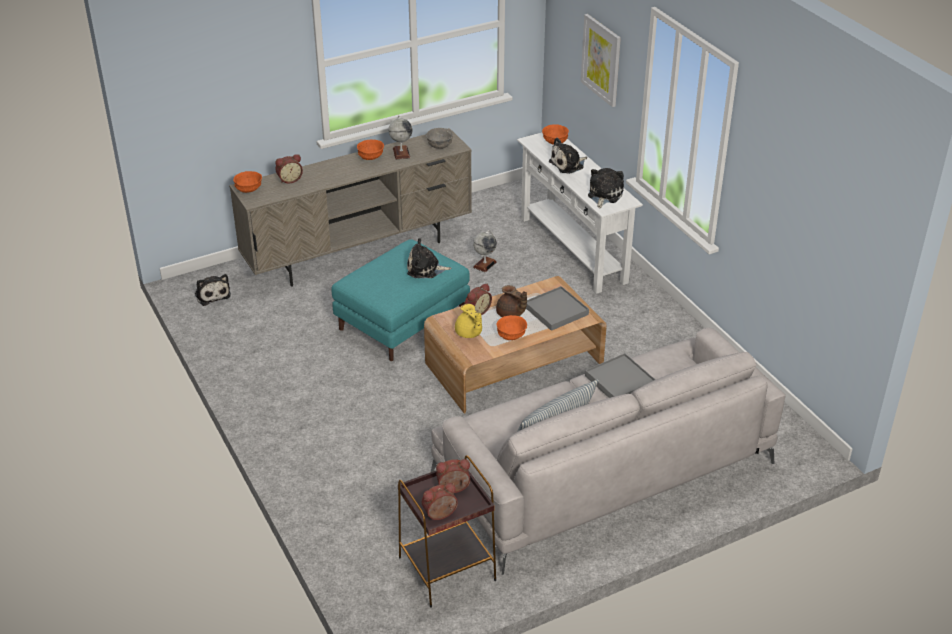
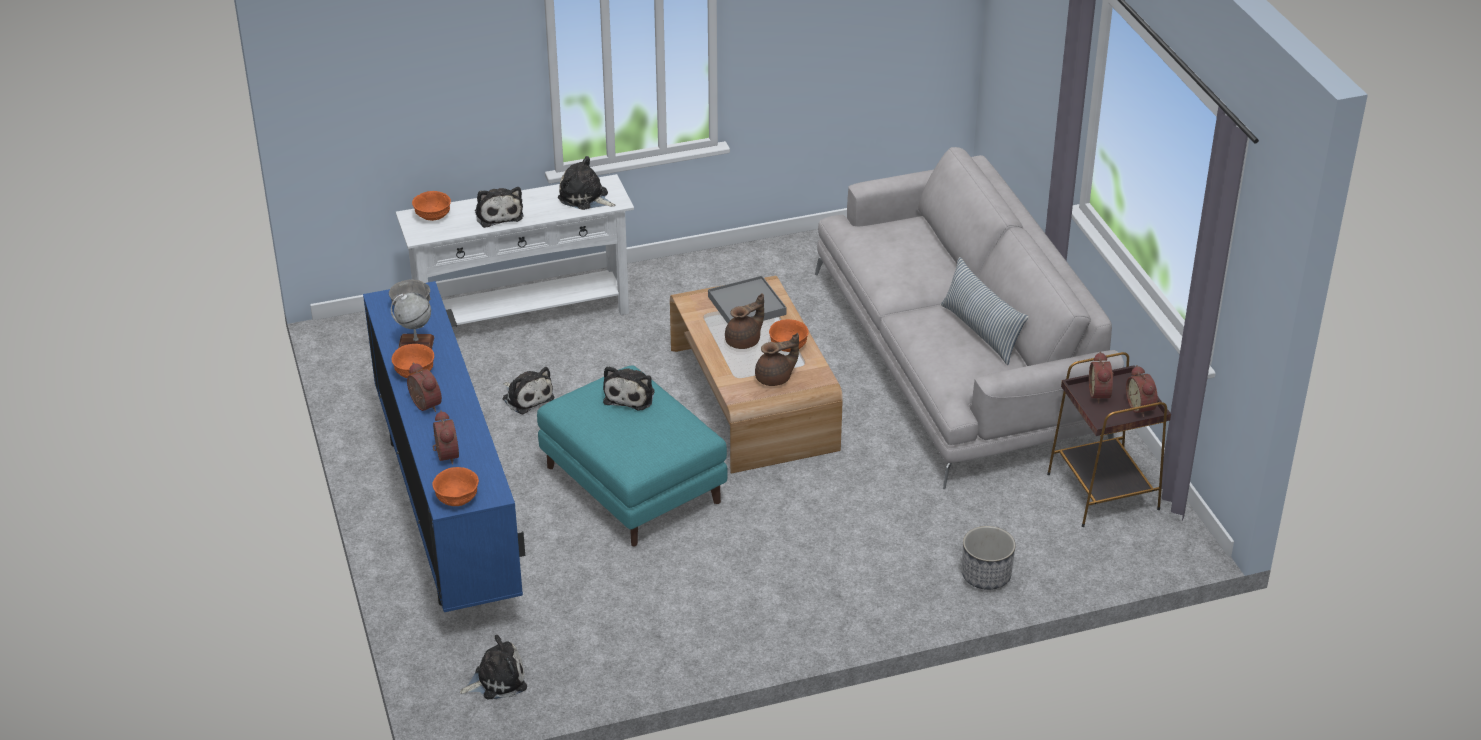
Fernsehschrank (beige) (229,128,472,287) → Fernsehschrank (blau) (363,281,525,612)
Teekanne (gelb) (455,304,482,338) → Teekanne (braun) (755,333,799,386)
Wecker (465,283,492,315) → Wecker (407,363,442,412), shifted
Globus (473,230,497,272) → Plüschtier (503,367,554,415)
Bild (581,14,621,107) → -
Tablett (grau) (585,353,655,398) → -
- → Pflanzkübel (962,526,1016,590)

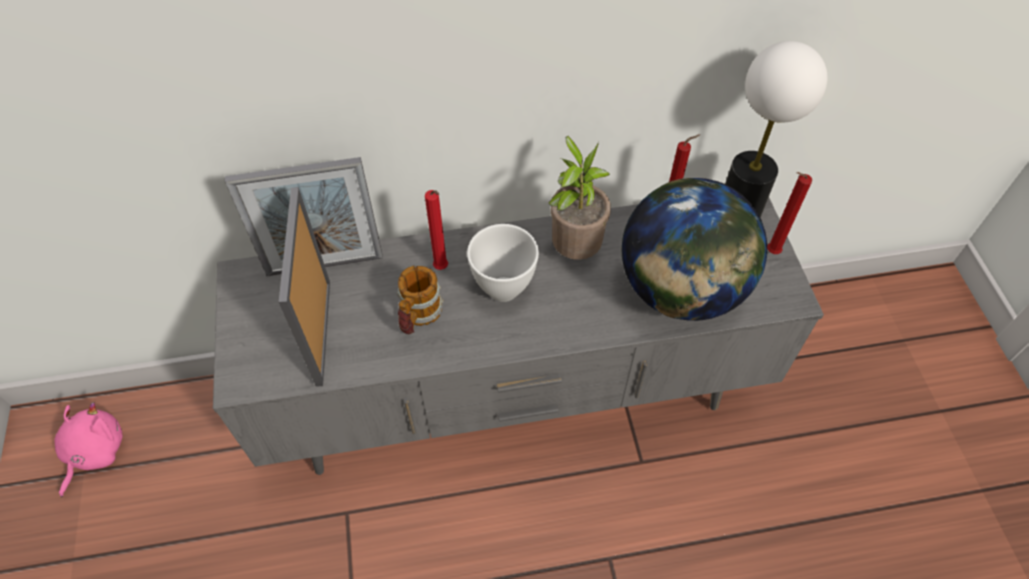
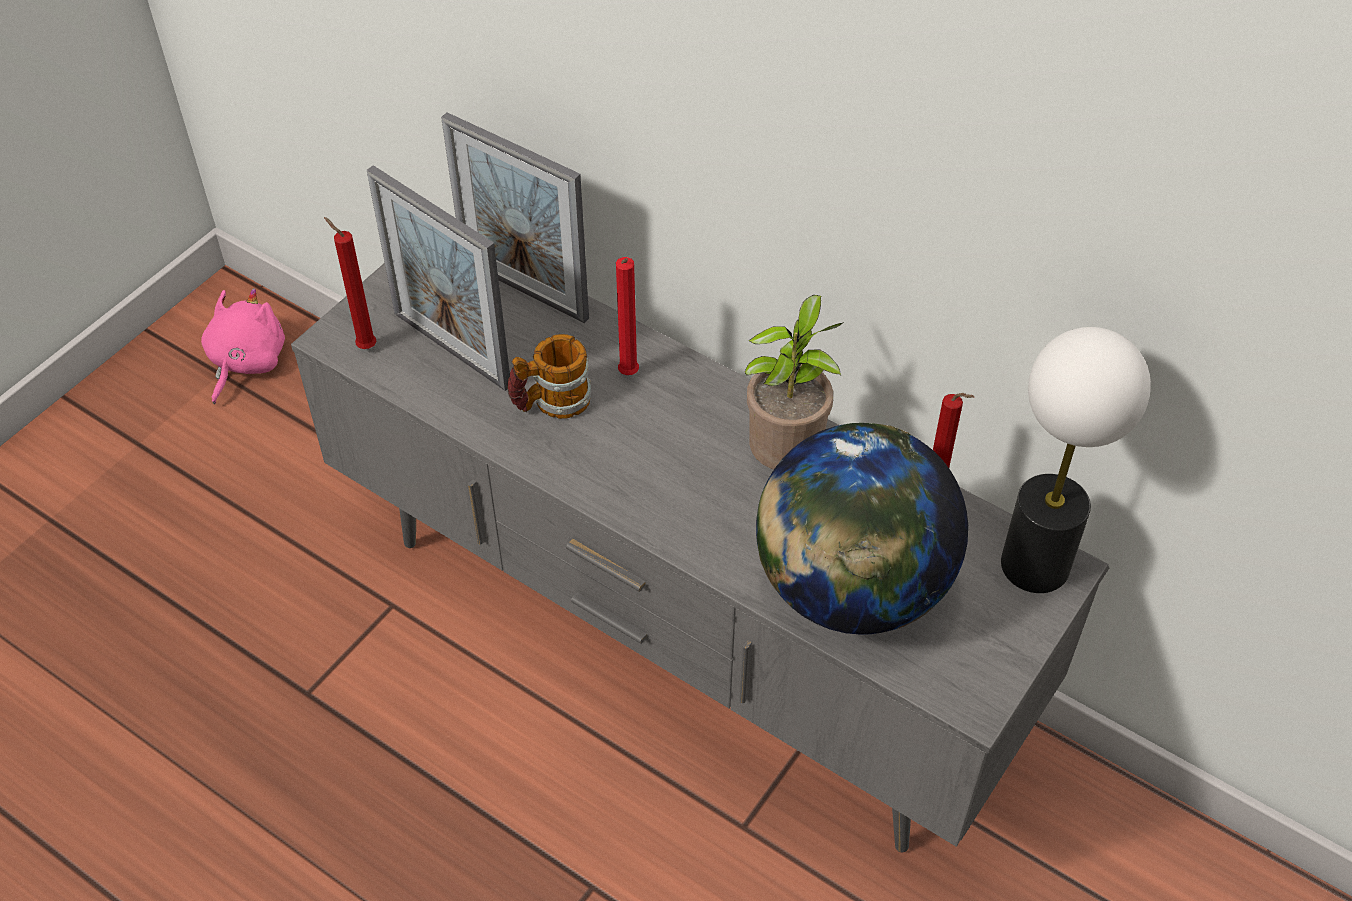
Plüschtier (rosa) (54,402,122,497) → Plüschtier (rosa) (201,288,285,404), 45 degrees counterclockwise
Bilderrahmen (279,187,330,387) → Bilderrahmen (367,165,510,391), 90 degrees counterclockwise
Schüssel (weiß) (467,224,539,302) → -
Kerze (rot) (767,172,812,254) → Kerze (rot) (324,217,376,349), shifted

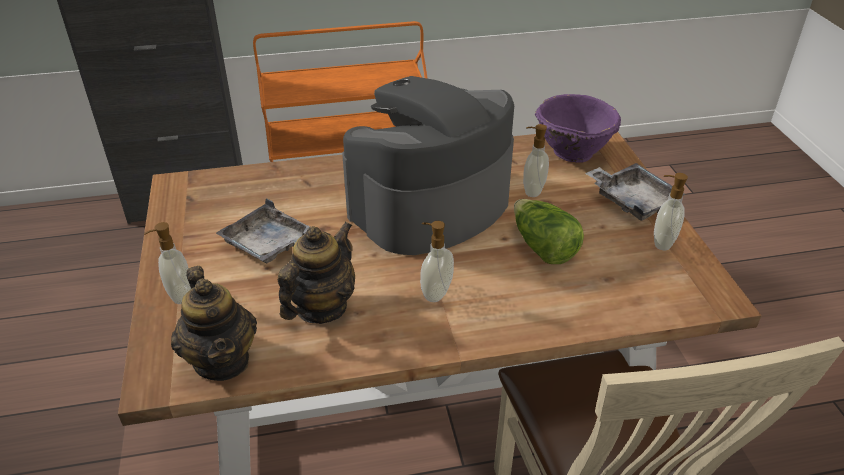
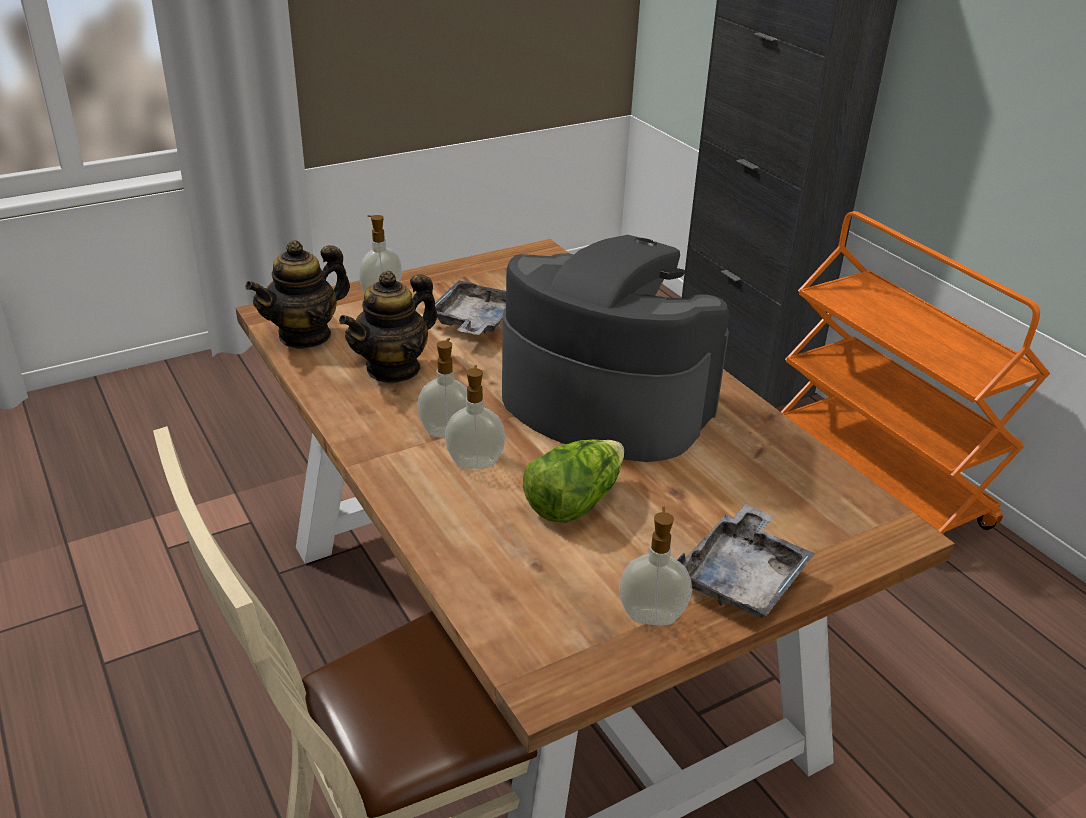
Teekanne (278,222,355,324) → Teekanne (339,270,437,384), 120 degrees clockwise
Seifenspender (523,124,549,197) → Seifenspender (445,365,506,469), shifted
Schüssel (lila) (535,94,621,163) → -

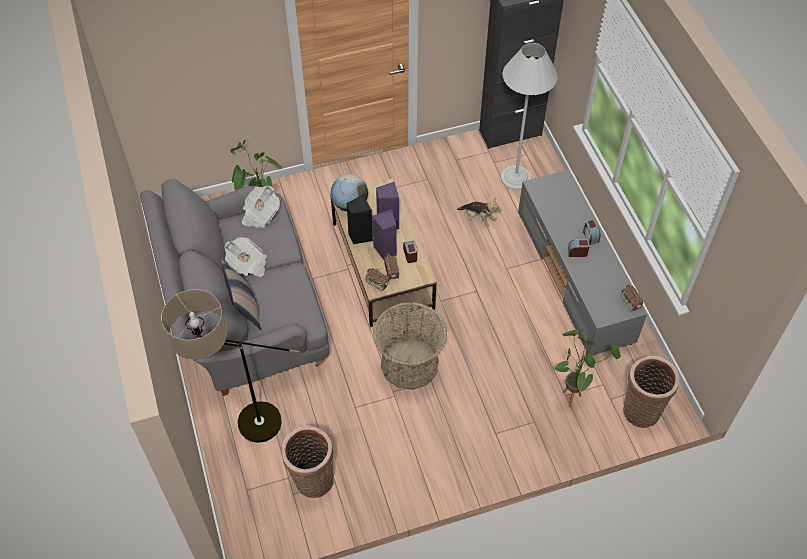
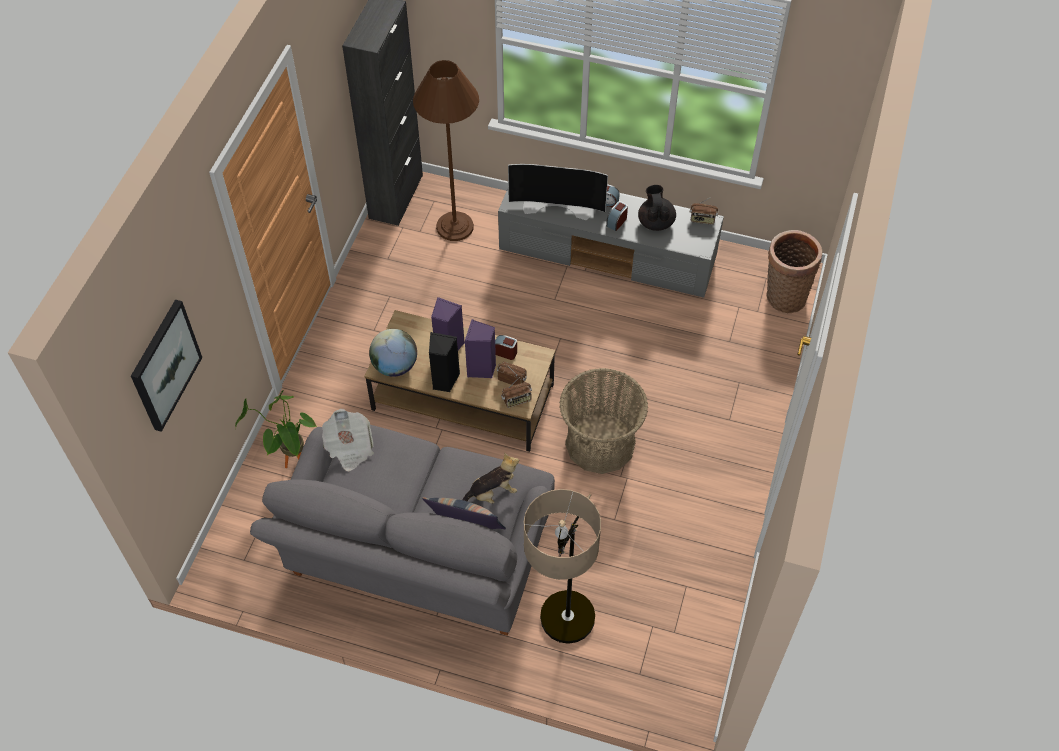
Zeitung (225,237,267,277) → -
Korb (282,426,334,498) → -
Plüschtier (457,198,502,227) → Plüschtier (462,453,519,504), shifted
Stehlampe (weiß) (501,42,558,190) → Stehlampe (braun) (413,60,479,241)
Topfpflanze (553,330,621,407) → -
- → Bild (131,300,202,432)
- → Fernseher (508,164,608,220)
- → Teekanne (schwarz) (638,185,676,231)

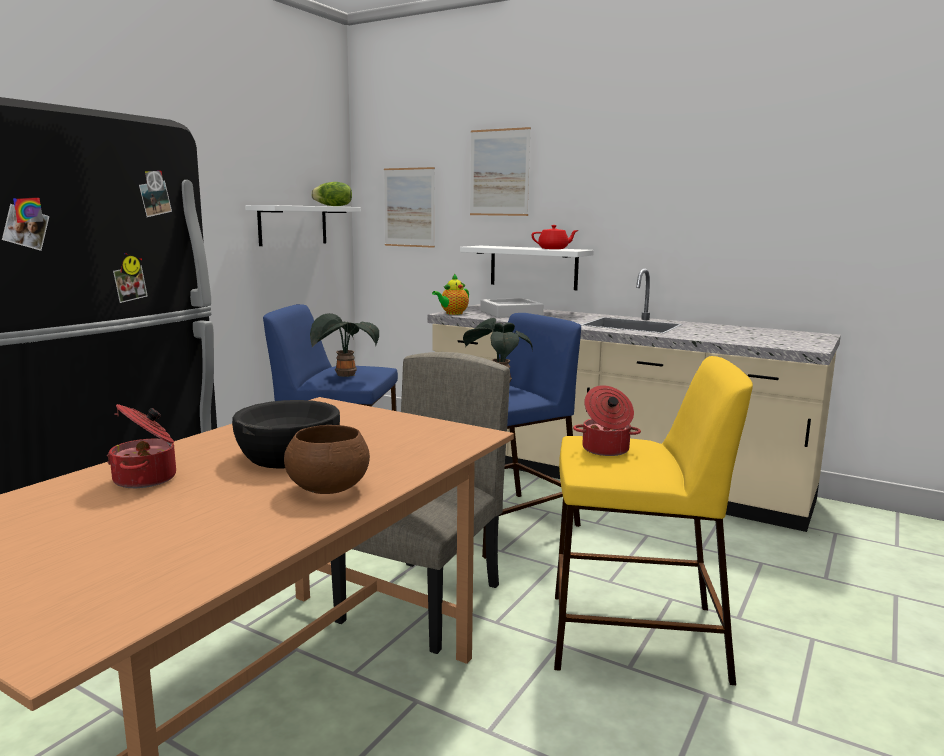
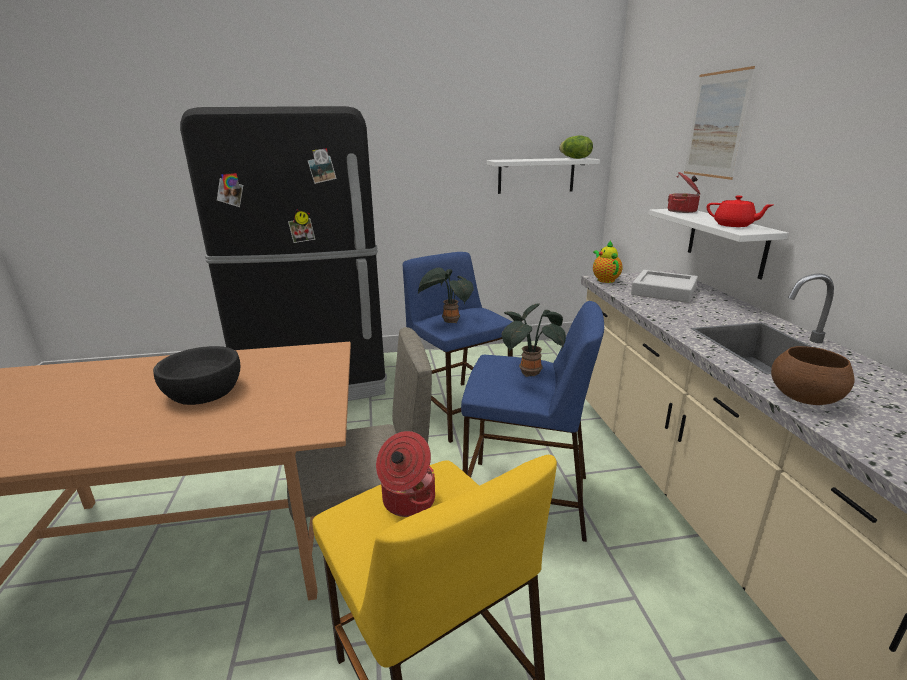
Kochtopf (107,404,176,488) → Kochtopf (668,172,700,213), shifted
Schüssel (braun) (284,425,370,494) → Schüssel (braun) (771,346,854,405), shifted
Bild (384,167,435,248) → -
Teekanne (432,274,469,315) → Teekanne (593,241,622,283), 75 degrees clockwise

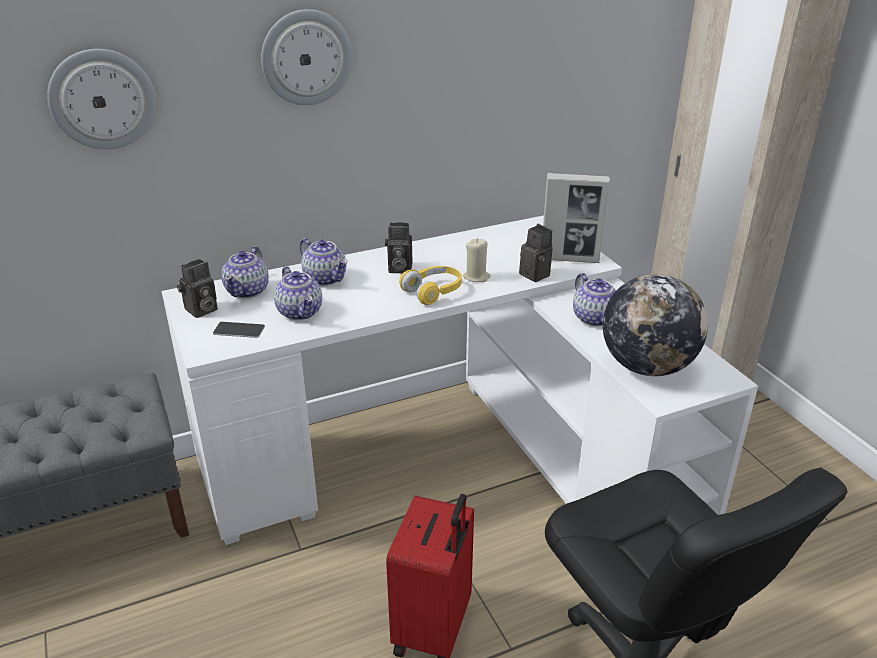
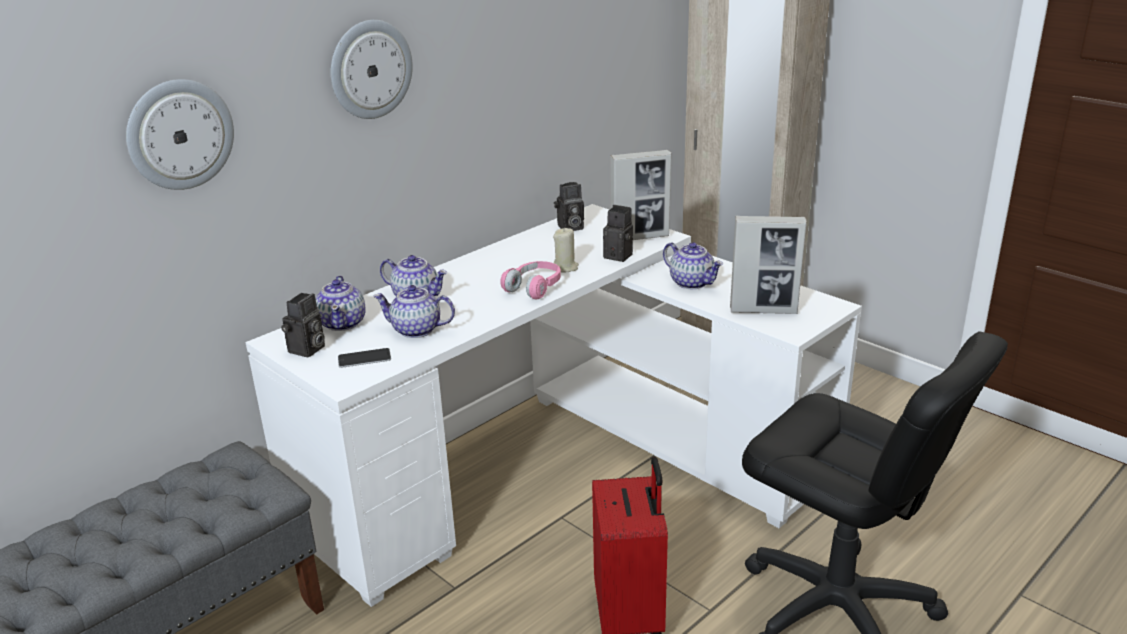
Teekanne (274,266,322,320) → Teekanne (373,285,455,338), 150 degrees clockwise
Kamera (385,222,413,273) → Kamera (554,182,584,231), shifted
Kopfhörer (gelb) (399,266,462,305) → Kopfhörer (rosa) (500,261,561,300)
Globus (603,274,708,376) → Bilderrahmen (730,216,807,314)

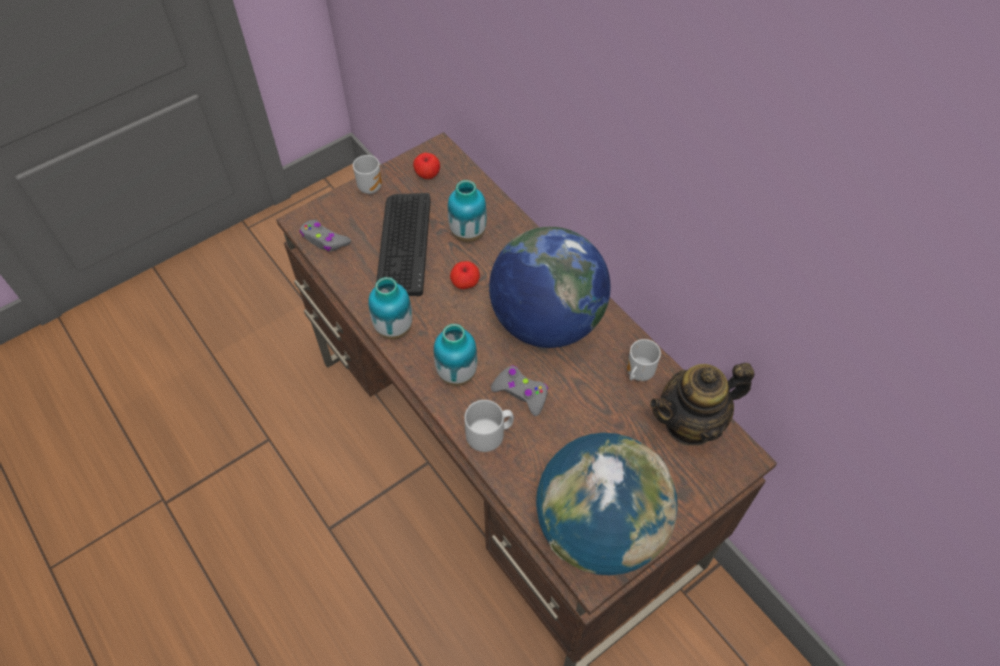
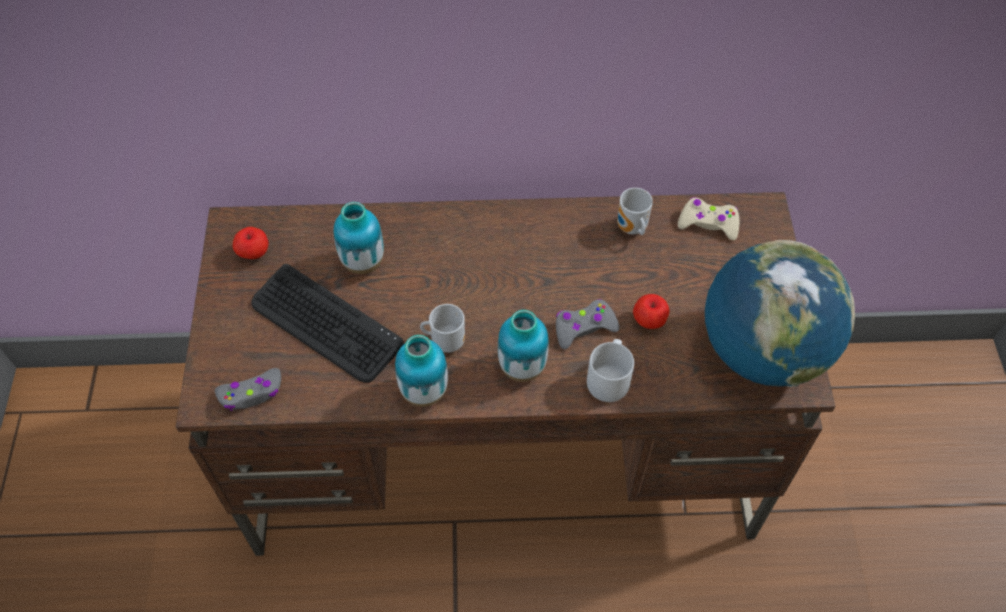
Henkelbecher (353,155,382,194) → Henkelbecher (420,304,465,353), shifted
Apfel (450,261,480,289) → Apfel (633,294,670,329), shifted
Globus (489,227,611,348) → -
Teekanne (650,363,754,446) → Gamepad (beige) (678,197,740,240)

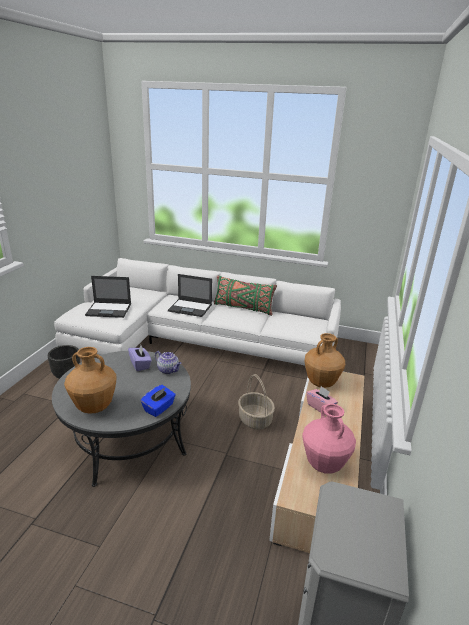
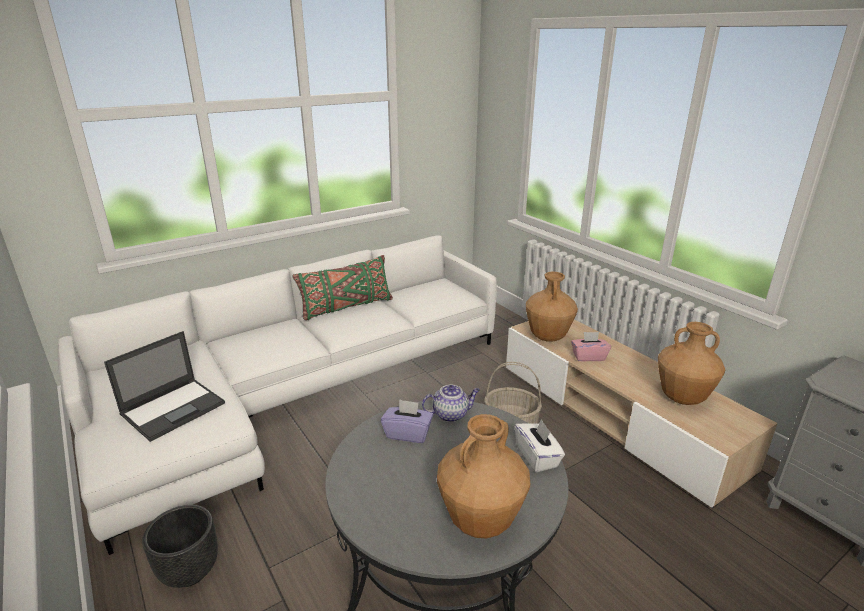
Taschentuchbox (blau) (141,385,176,417) → Taschentuchbox (weiß) (515,419,565,472)
Laptop (168,274,212,317) → -
Vase (rosa) (302,404,356,474) → Vase (braun) (658,322,725,405)

